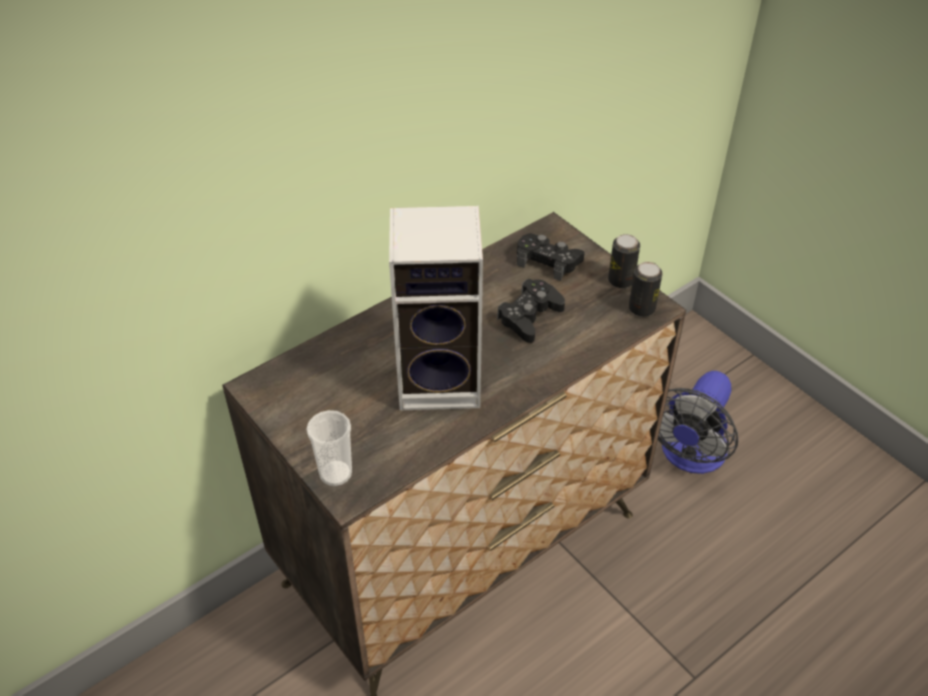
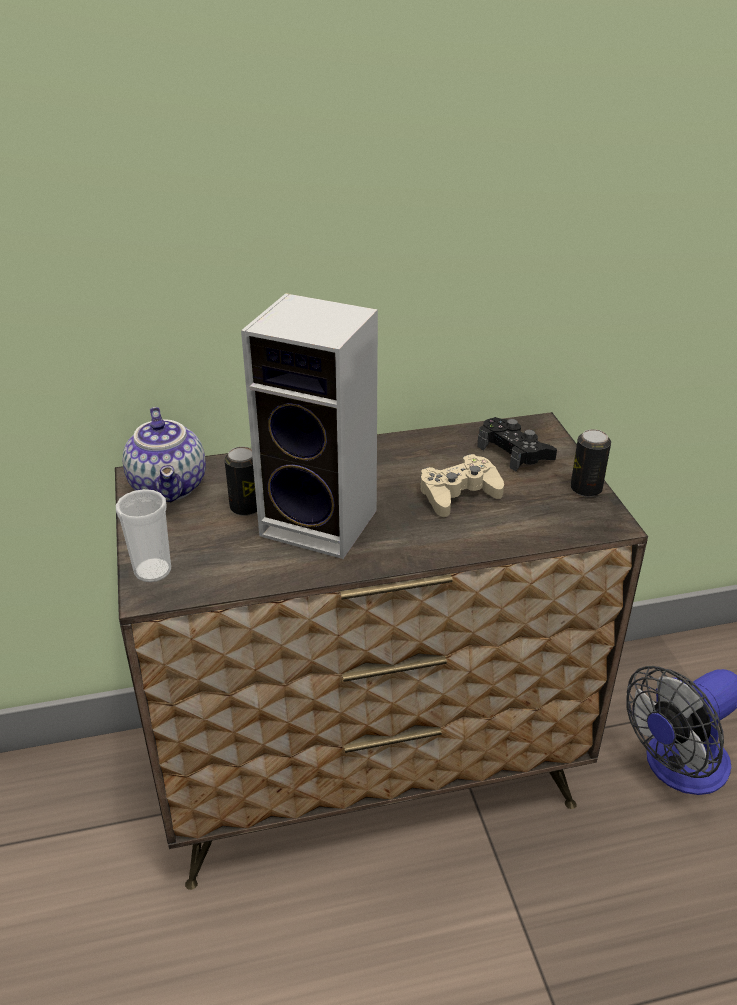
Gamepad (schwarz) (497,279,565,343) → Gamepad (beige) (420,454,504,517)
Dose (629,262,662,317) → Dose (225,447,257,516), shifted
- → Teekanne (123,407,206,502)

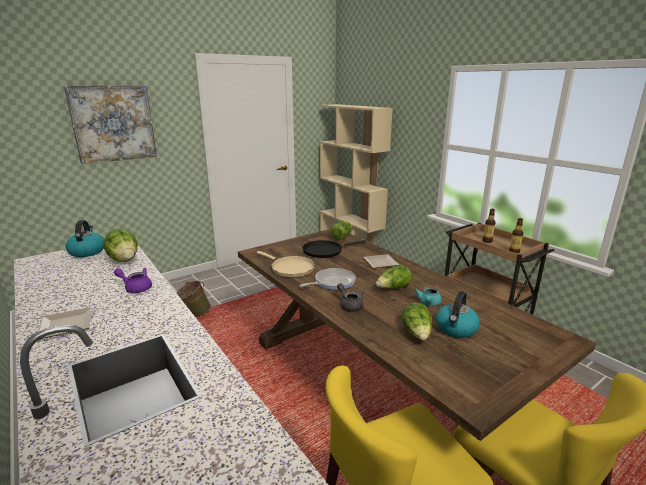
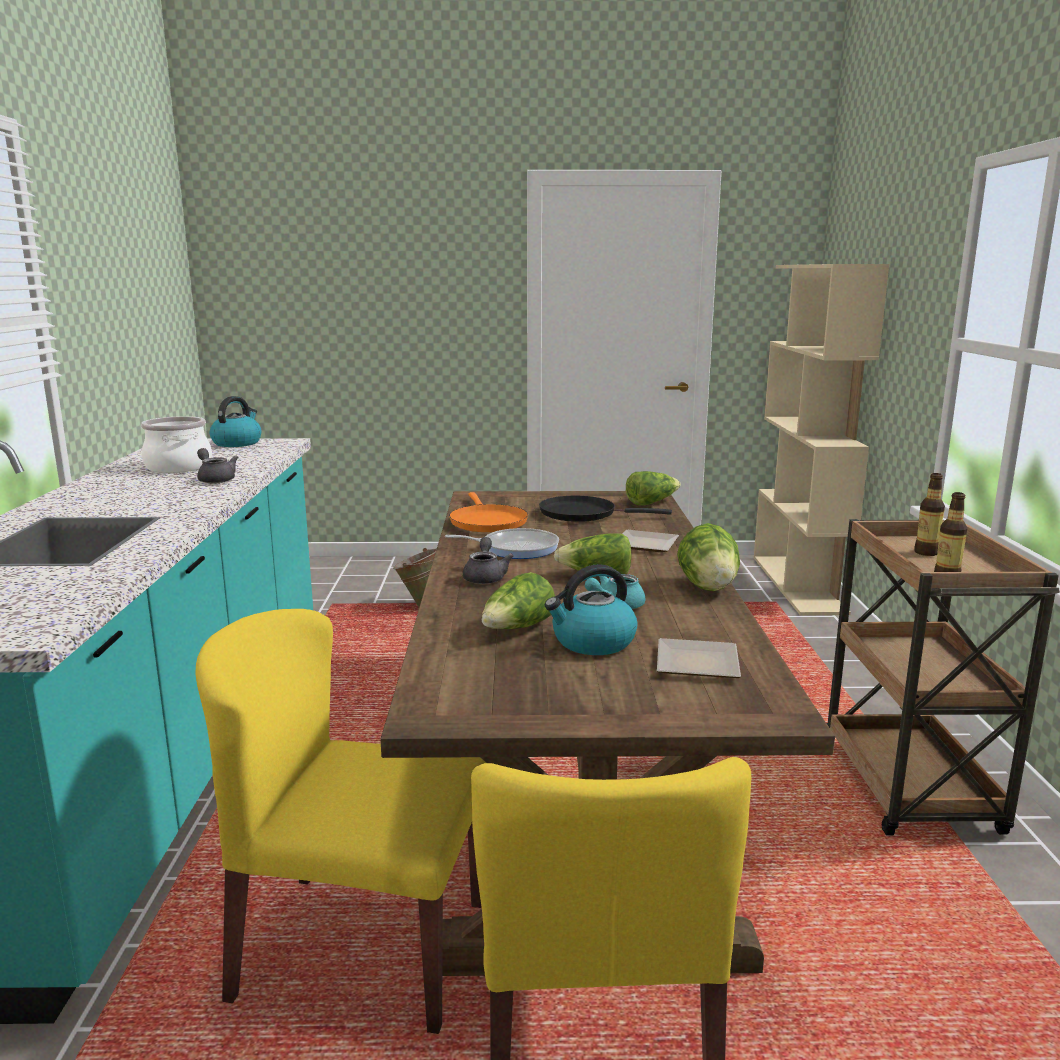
Teller (39,307,92,339) → Teller (657,638,741,678), shifted
Bild (64,85,157,164) → -
Salatkopf (103,229,138,262) → Salatkopf (677,523,740,591), shifted
Teekanne (lila) (114,268,152,293) → Teekanne (grau) (197,448,238,484)
Pfanne (beige) (257,251,315,277) → Pfanne (orange) (449,492,528,532)
- → Kochtopf (141,416,212,473)

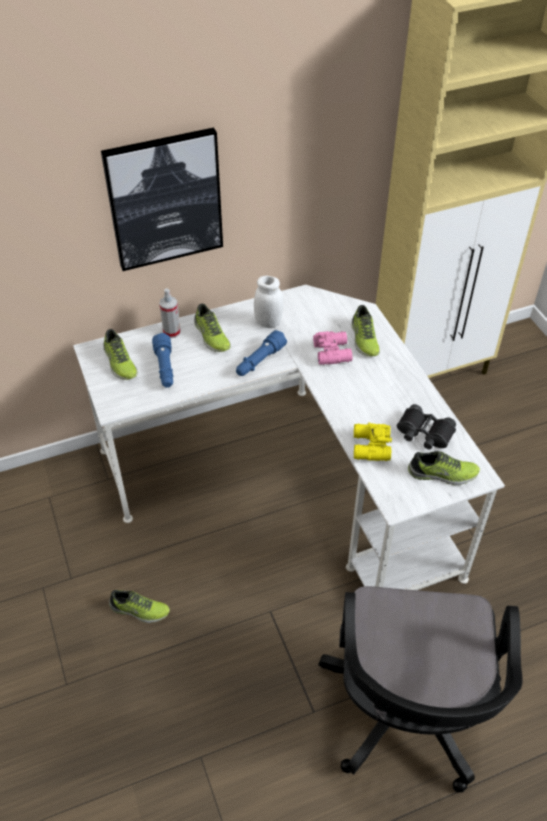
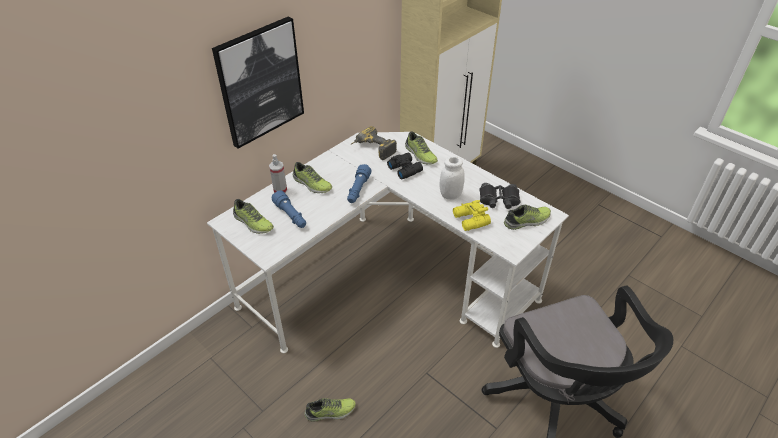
Vorratsglas (weiß) (254,276,283,328) → Vorratsglas (weiß) (439,157,465,199), shifted
Fernglas (rosa) (313,331,352,365) → Fernglas (schwarz) (387,153,423,179)
- → Bohrmaschine (351,126,397,160)

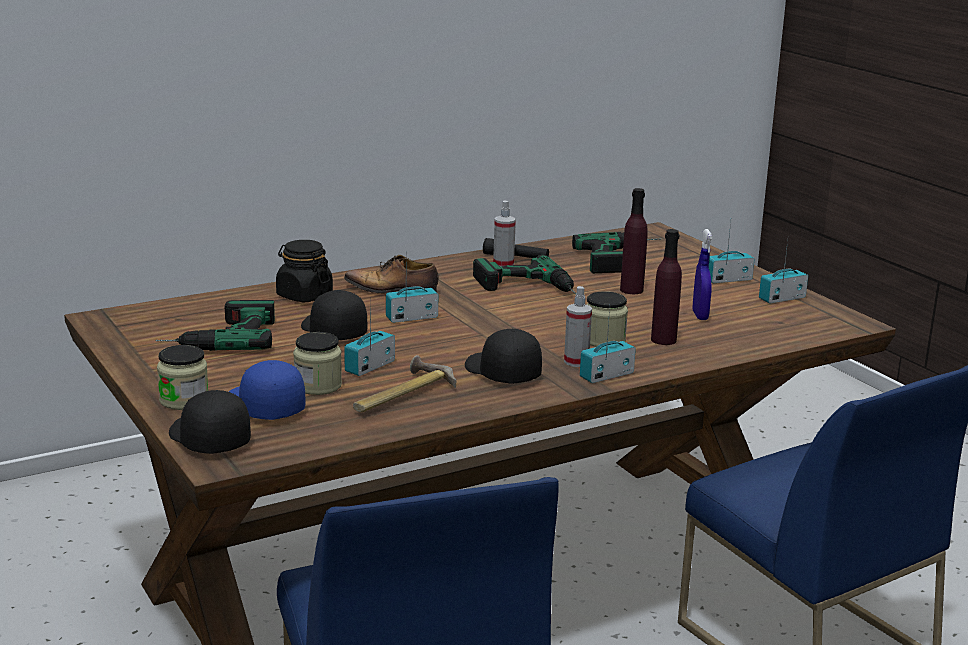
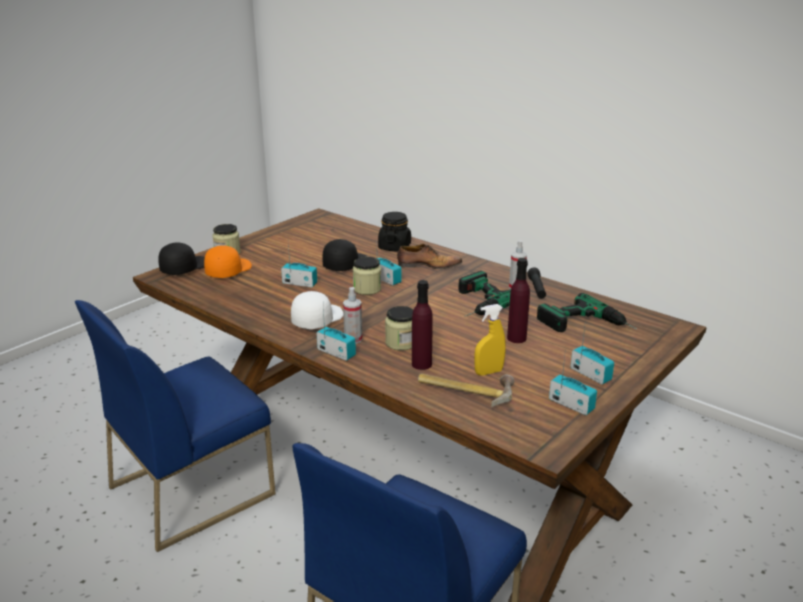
Bohrmaschine (155,300,275,351) → -
Kappe (blau) (229,360,306,420) → Kappe (orange) (204,245,252,278)
Vorratsglas (293,332,342,395) → Vorratsglas (353,257,381,295), shifted
Schuh (344,255,438,293) → Schuh (397,244,462,269), 105 degrees clockwise
Hammer (353,355,456,412) → Hammer (418,374,514,408), shifted
Kappe (schwarz) (465,329,542,384) → Kappe (weiß) (291,291,343,329)
Sprühflasche (blau) (692,229,713,320) → Sprühflasche (gelb) (474,304,506,376)

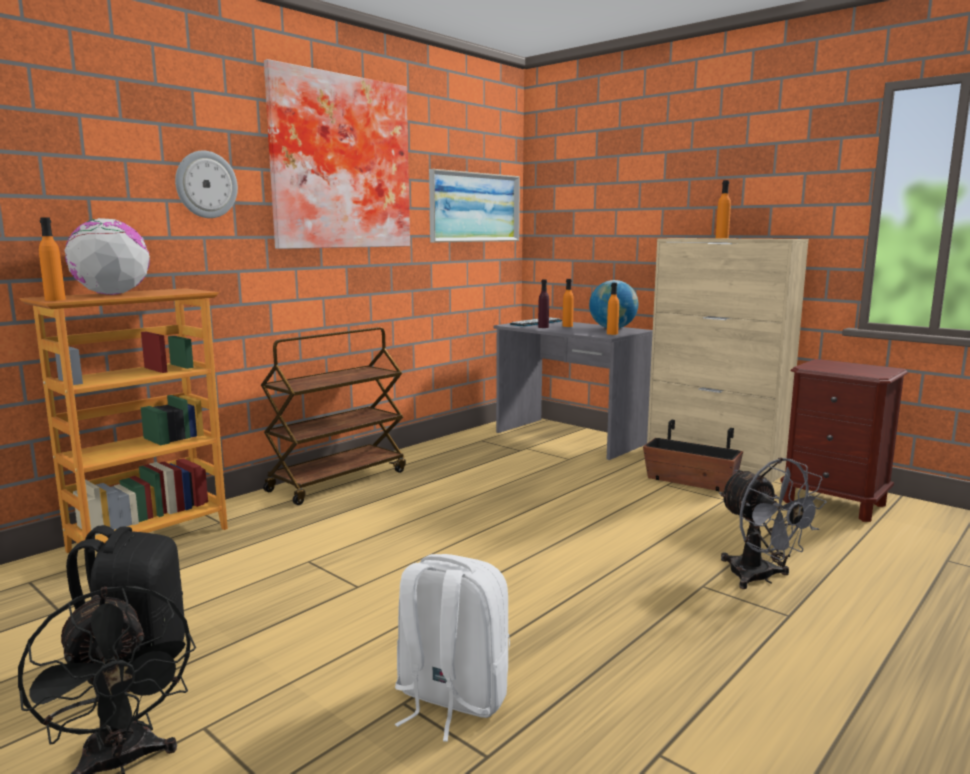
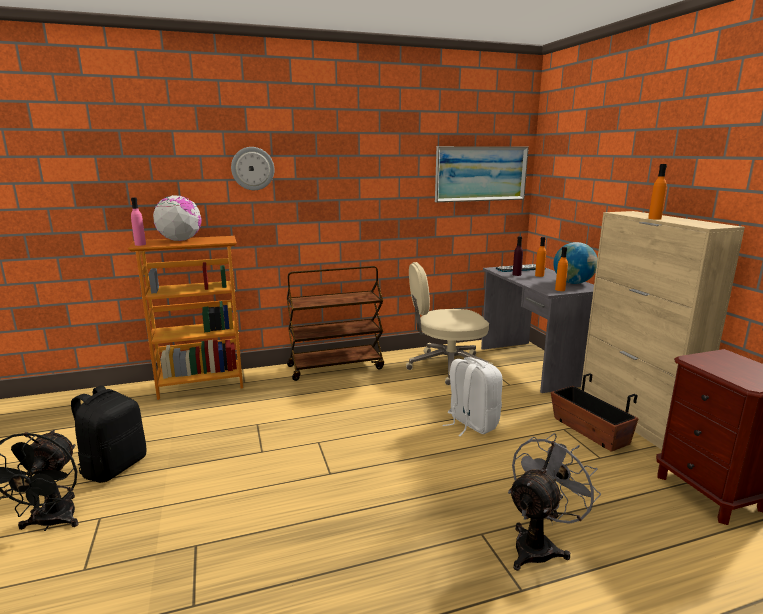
Flasche (orange) (39,218,66,301) → Flasche (rosa) (131,197,146,246)
Bild (264,59,410,249) → -
Rucksack (weiß) (395,554,510,742) → Rucksack (weiß) (442,357,503,436), shifted
Ventilator (grau) (719,457,827,589) → Ventilator (grau) (508,433,601,571), 135 degrees counterclockwise
- → Bürostuhl (beige) (406,262,493,385)

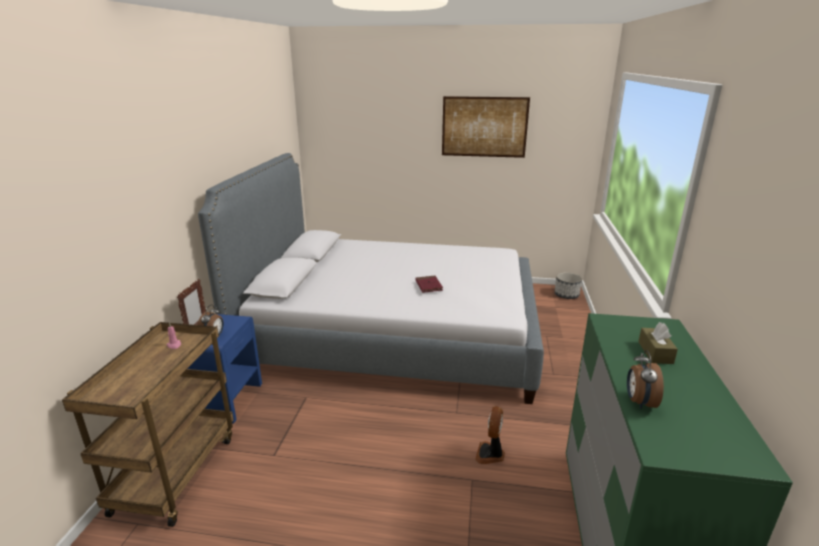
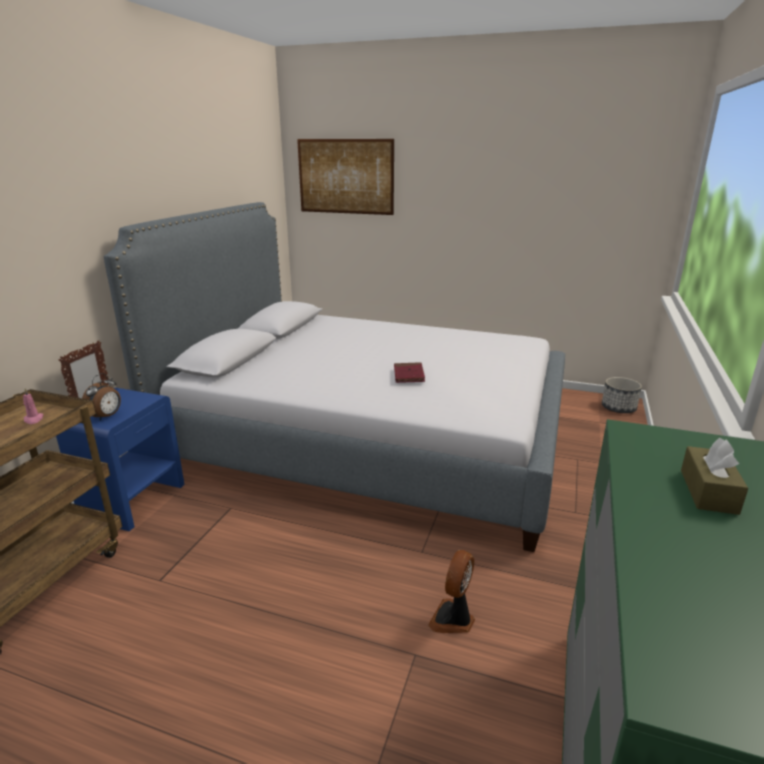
Bild (442,96,530,158) → Bild (297,139,394,215), shifted
Wecker (627,350,664,409) → -

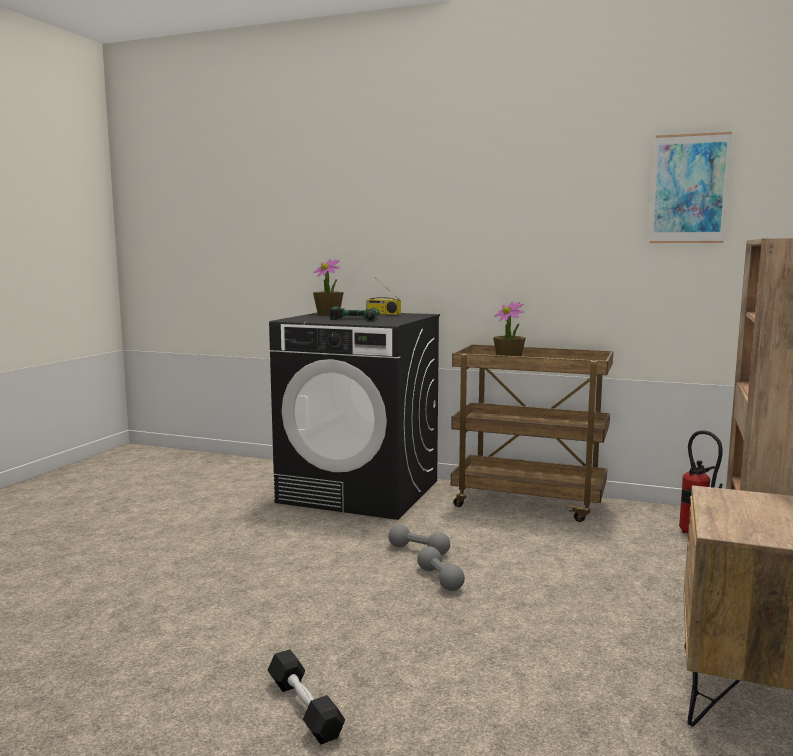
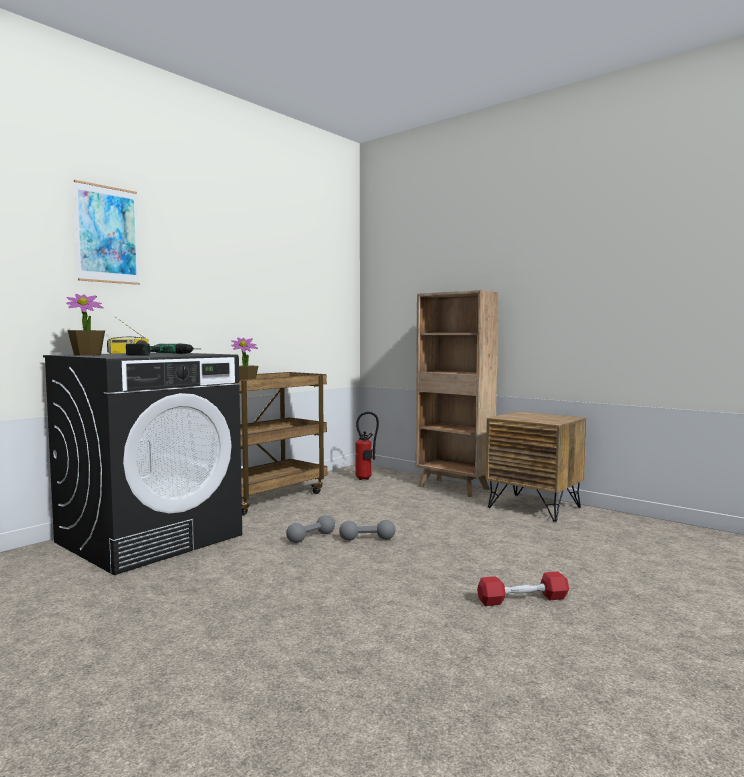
Hantel (schwarz) (267,649,345,744) → Hantel (rot) (477,571,569,606)
Bild (649,132,732,243) → Bild (74,180,140,285), shifted

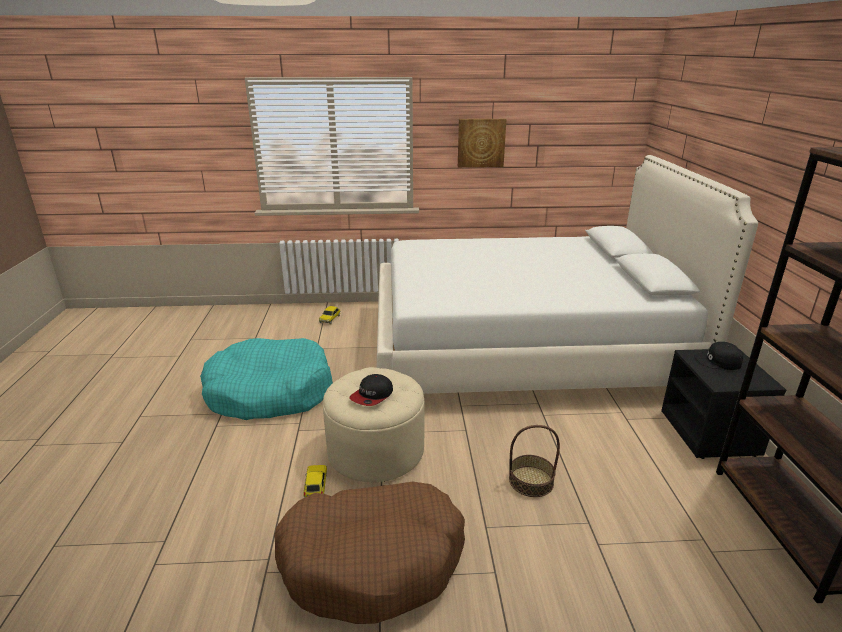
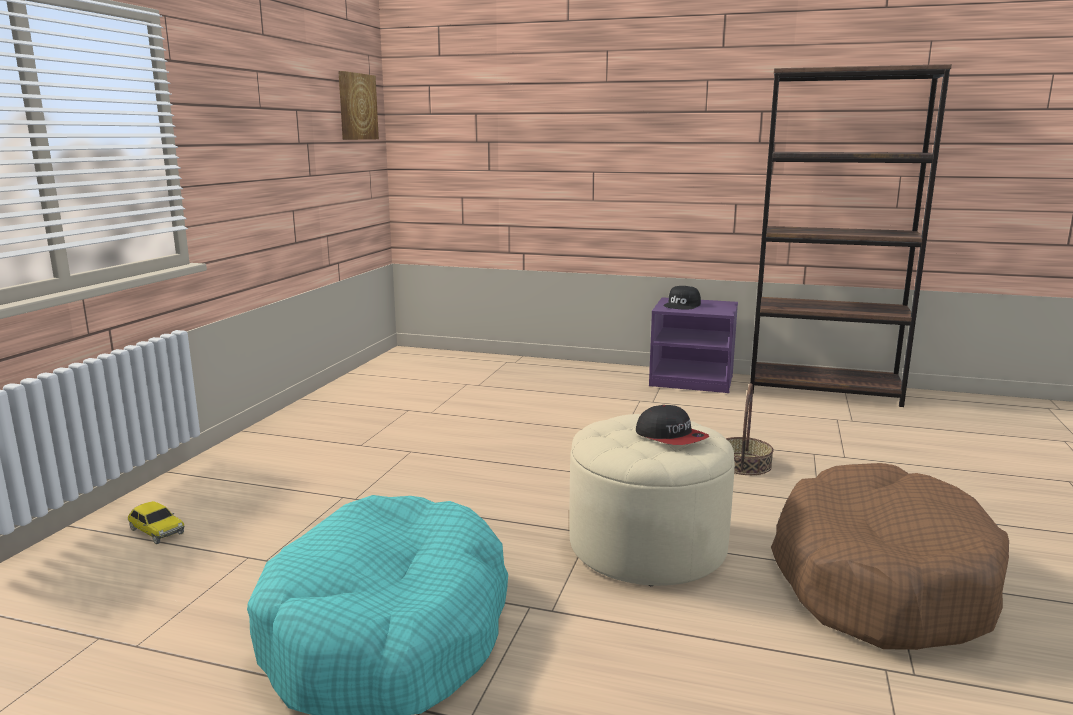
Spielzeugauto (303,465,327,498) → -
Bett (weiß) (377,155,758,394) → -
Bild (458,119,507,167) → Bild (338,71,379,140), shifted
Nachttisch (schwarz) (661,349,786,459) → Nachttisch (lila) (649,297,738,393)

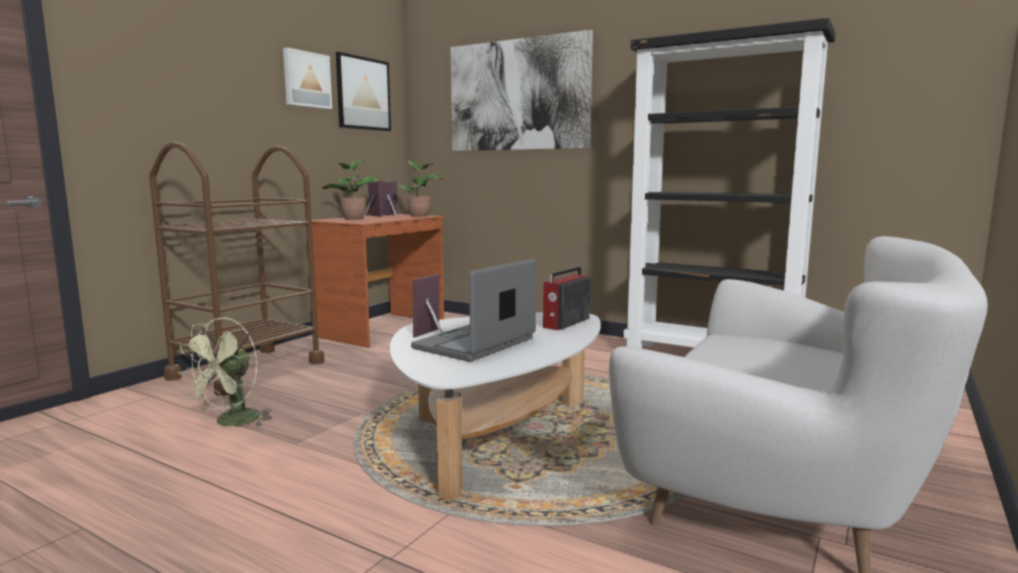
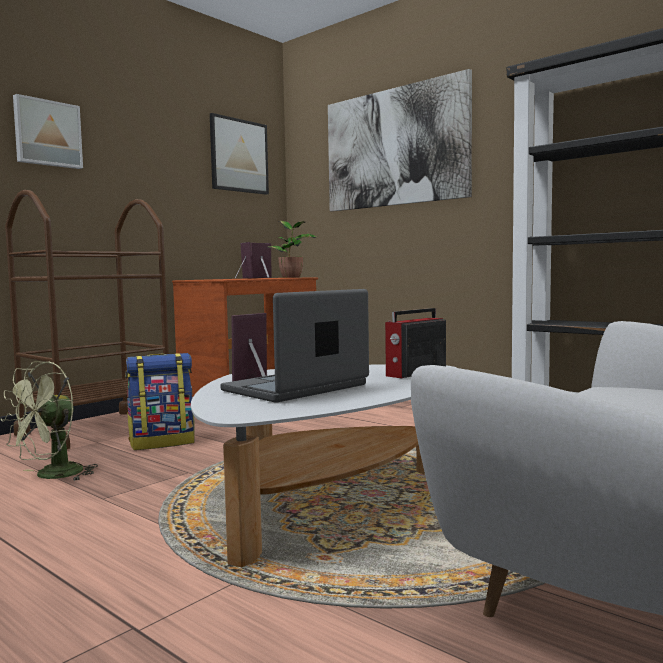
Bild (283,48,332,109) → Bild (13,94,83,169), shifted
Topfpflanze (322,160,381,220) → -
- → Rucksack (125,353,195,450)

